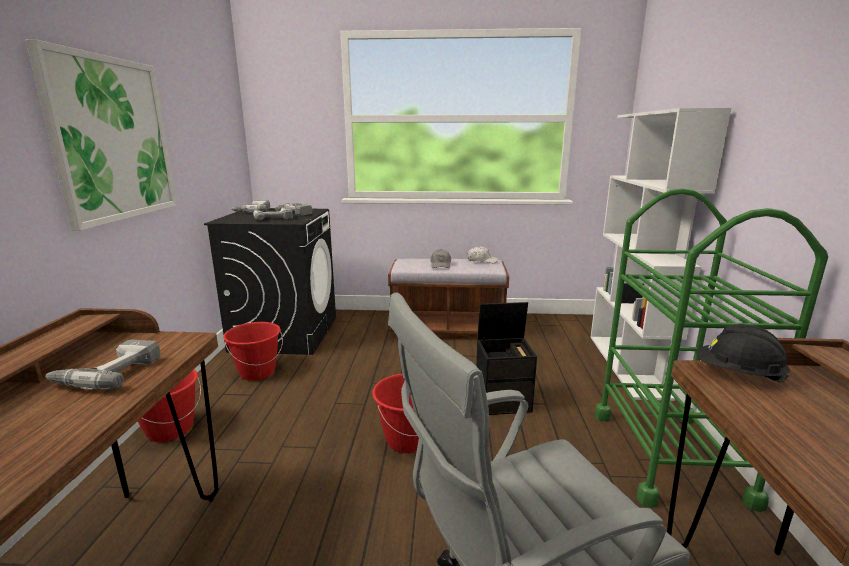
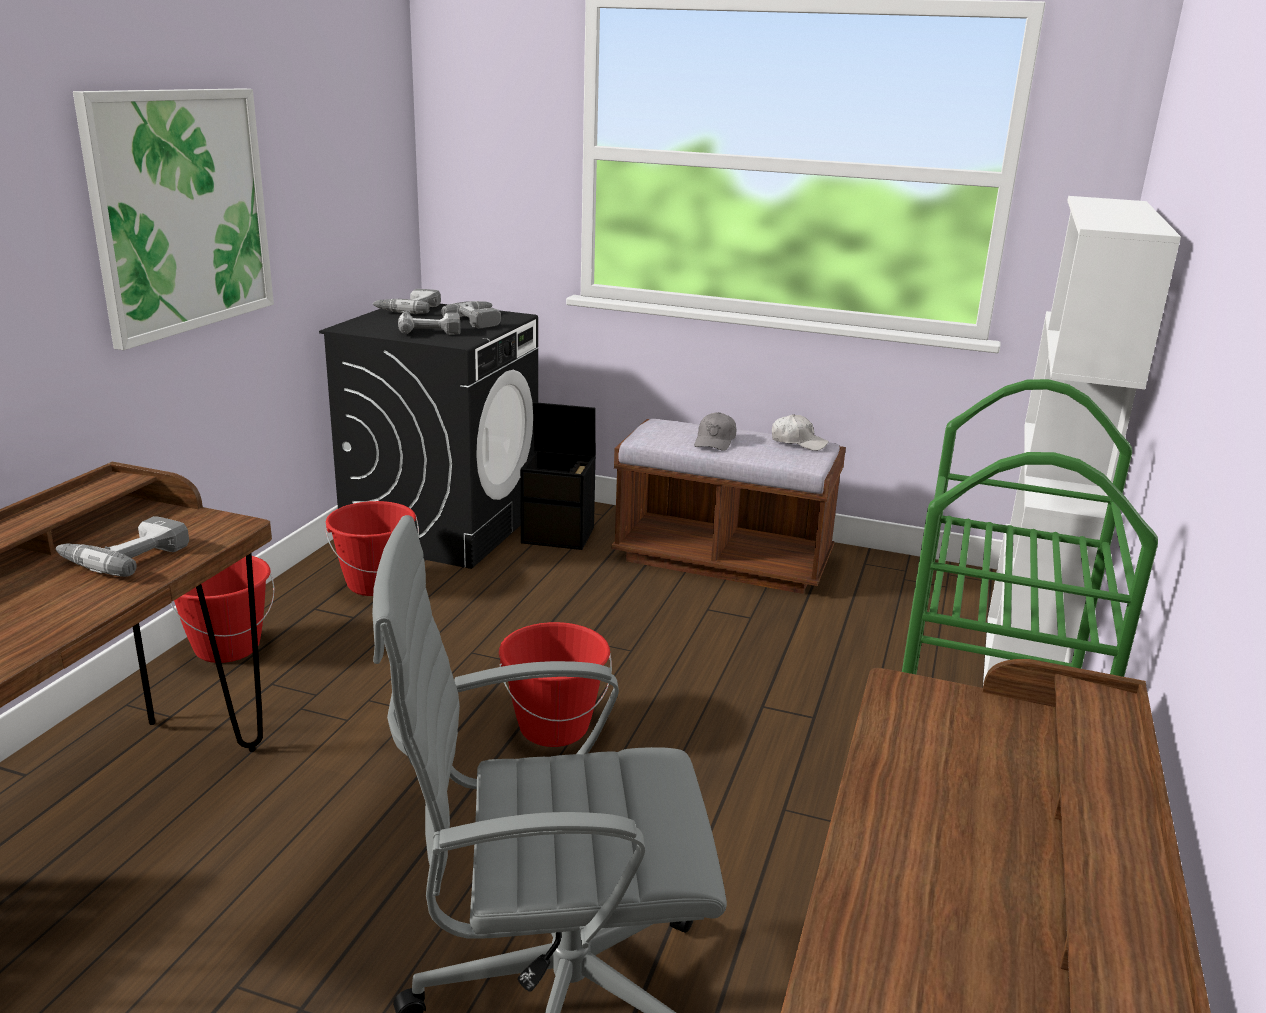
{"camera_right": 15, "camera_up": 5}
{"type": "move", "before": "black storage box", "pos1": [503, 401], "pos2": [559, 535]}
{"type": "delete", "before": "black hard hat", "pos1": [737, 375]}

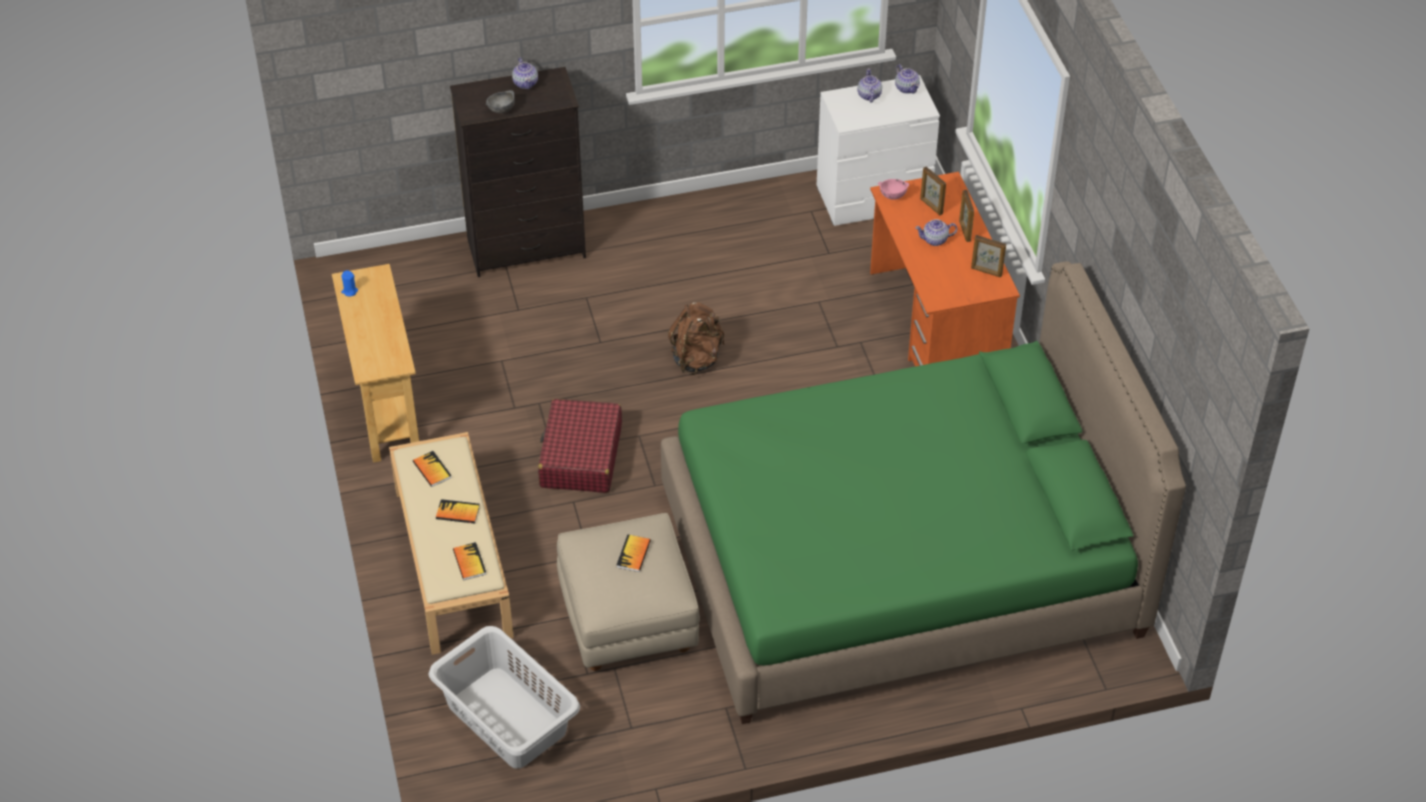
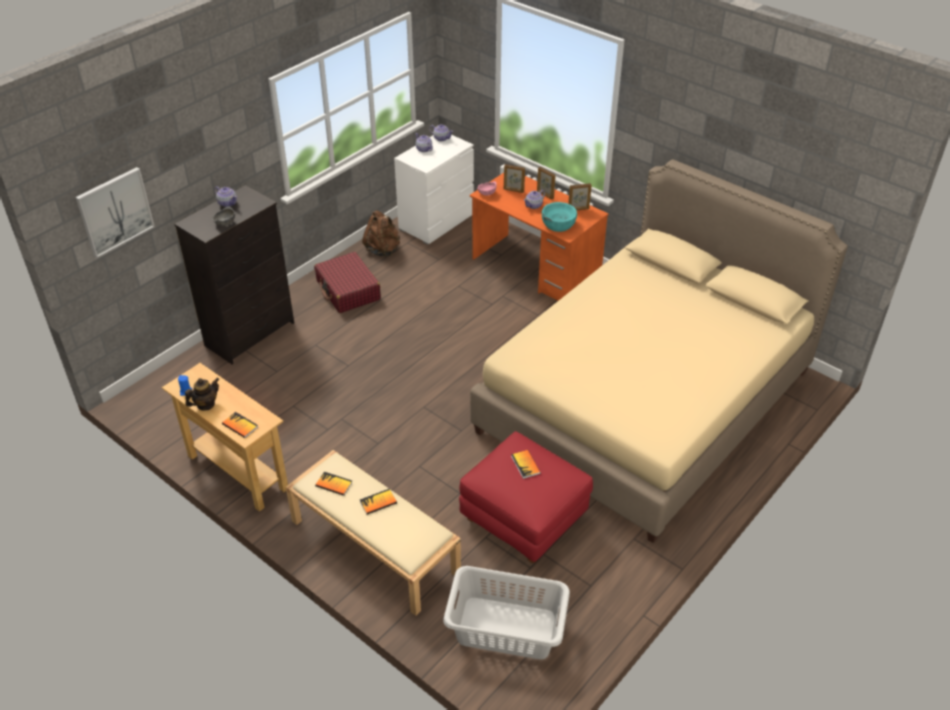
{"camera_right": -35, "camera_up": -5}
{"type": "move", "before": "book", "pos1": [469, 562], "pos2": [240, 426]}
{"type": "move", "before": "red suitcase", "pos1": [580, 457], "pos2": [348, 290]}
{"type": "recolor", "before": "beige ottoman", "after": "red ottoman", "pos1": [629, 621], "pos2": [524, 519]}
{"type": "recolor", "before": "green bed", "after": "beige bed", "pos1": [900, 564], "pos2": [645, 401]}
{"type": "move", "before": "brown backpack", "pos1": [697, 358], "pos2": [383, 249]}
{"type": "insert", "after": "picture", "pos2": [115, 211]}
{"type": "insert", "after": "teapot", "pos2": [205, 404]}
{"type": "insert", "after": "turquoise bowl", "pos2": [558, 224]}

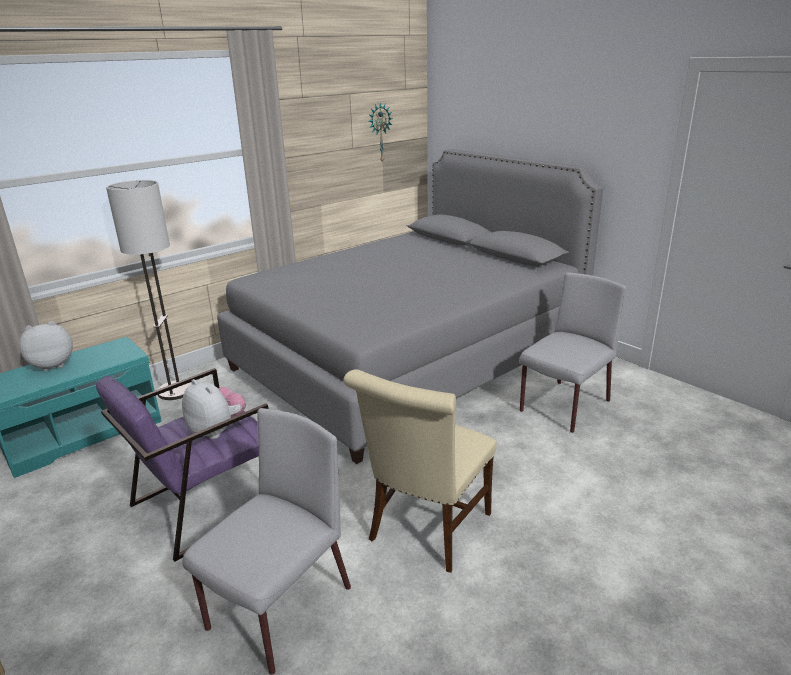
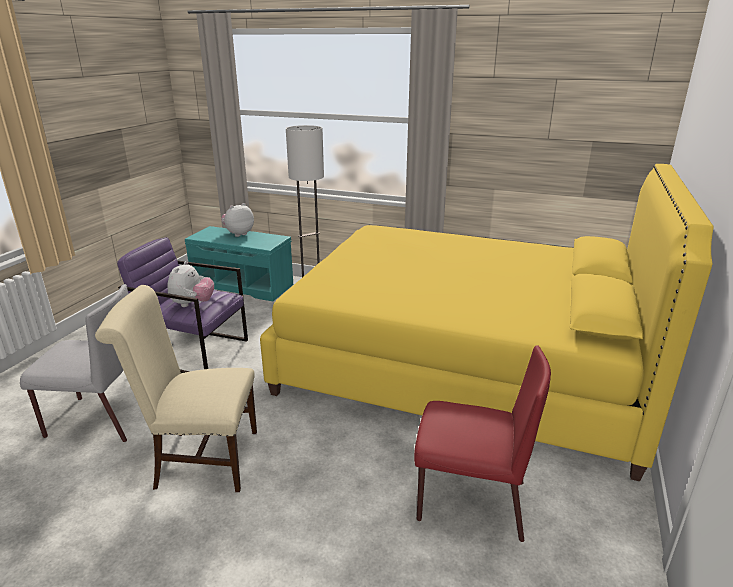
{"camera_right": 60, "camera_up": 0}
{"type": "rotate", "before": "plush toy", "pos1": [53, 365], "pos2": [238, 234], "turn": -75}
{"type": "recolor", "before": "grey bed", "after": "yellow bed", "pos1": [408, 358], "pos2": [462, 364]}
{"type": "delete", "before": "wall clock", "pos1": [379, 133]}
{"type": "recolor", "before": "grey chair", "after": "red chair", "pos1": [564, 407], "pos2": [469, 500]}

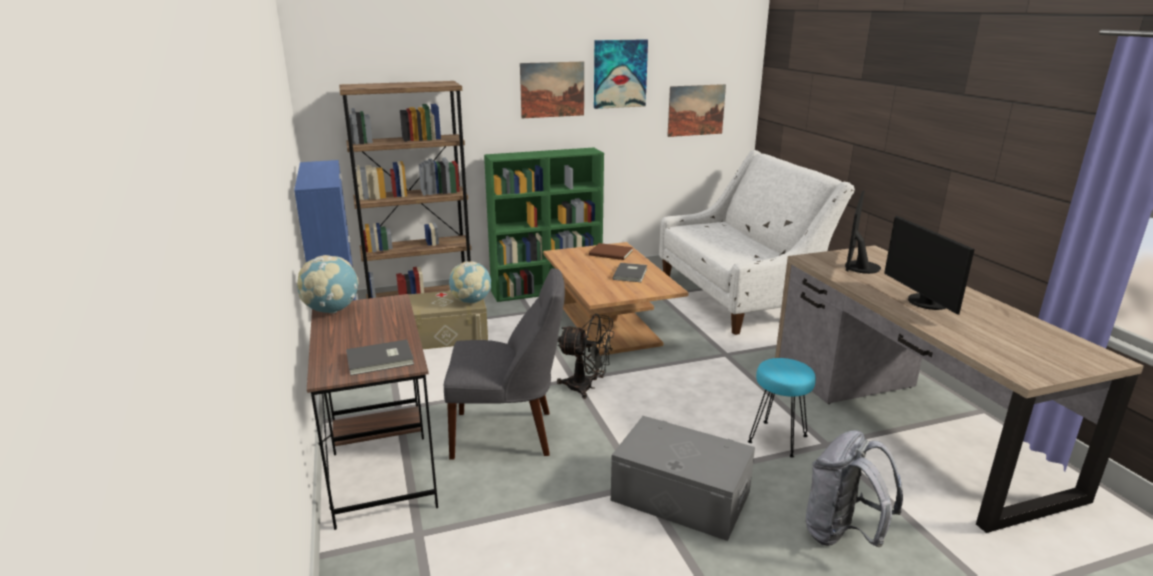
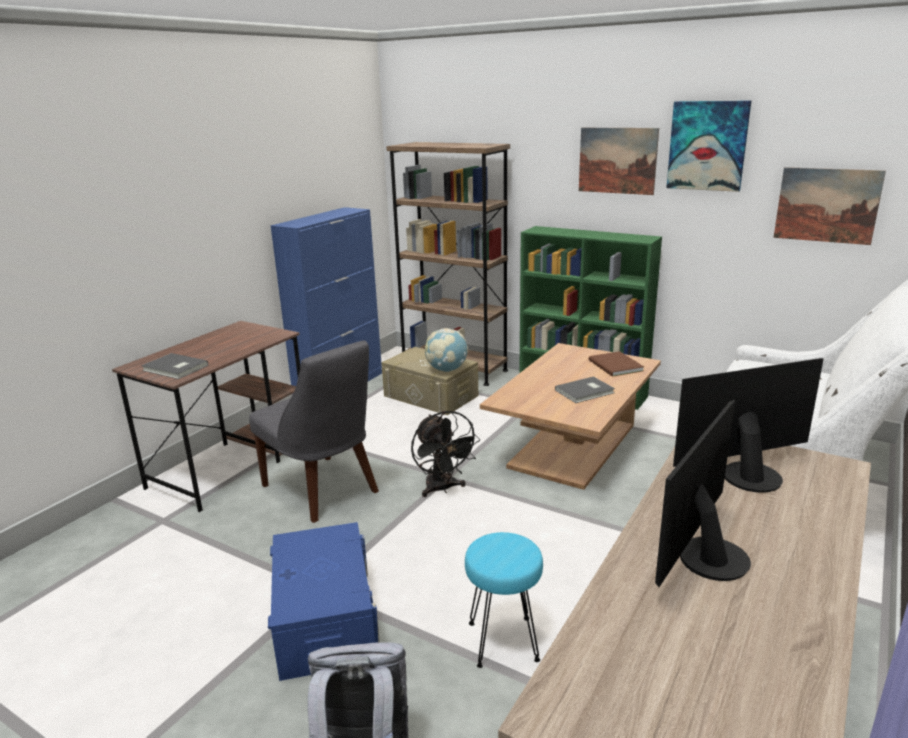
{"camera_right": 50, "camera_up": 0}
{"type": "delete", "before": "globe", "pos1": [331, 310]}
{"type": "recolor", "before": "grey storage box", "after": "blue storage box", "pos1": [680, 496], "pos2": [324, 619]}

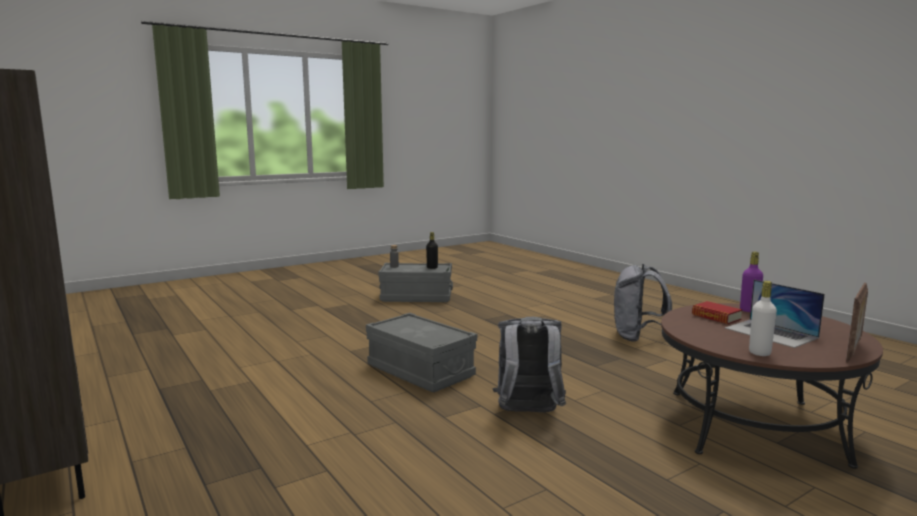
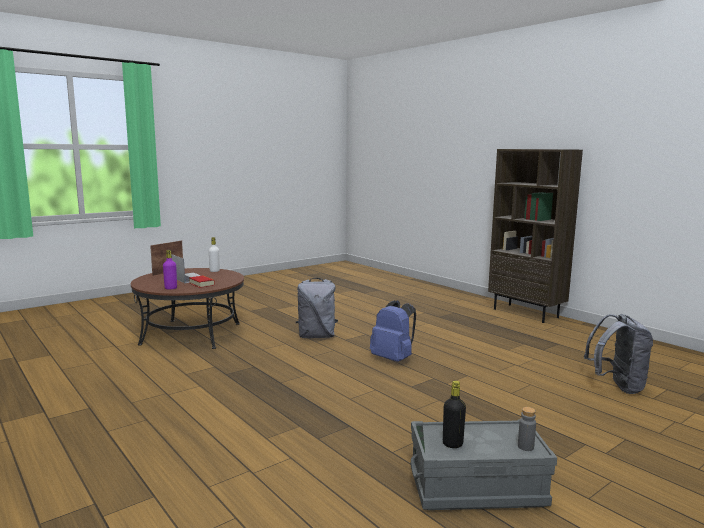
{"camera_right": 175, "camera_up": 0}
{"type": "replace", "before": "grey storage box", "after": "blue backpack", "pos1": [420, 371], "pos2": [393, 359]}
{"type": "move", "before": "grey backpack", "pos1": [637, 337], "pos2": [617, 386]}

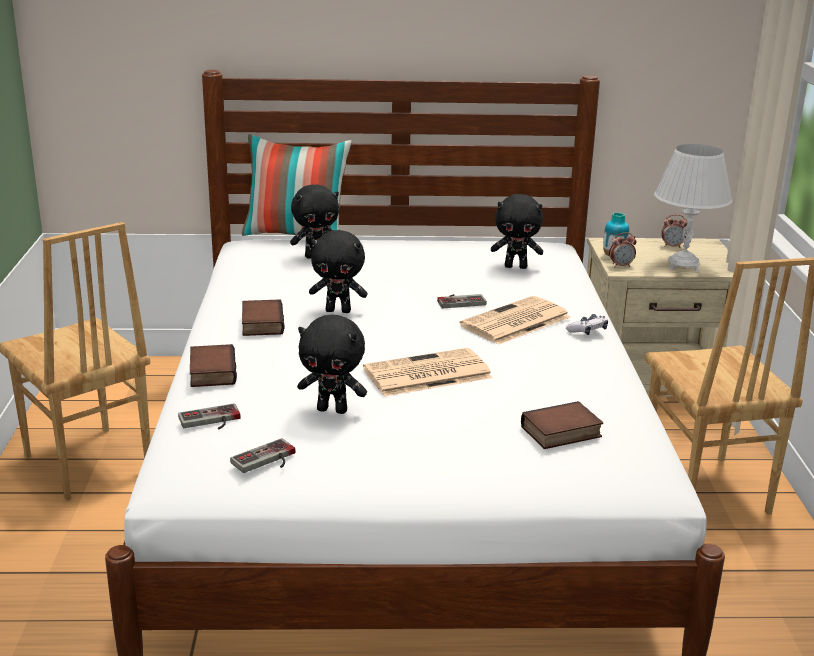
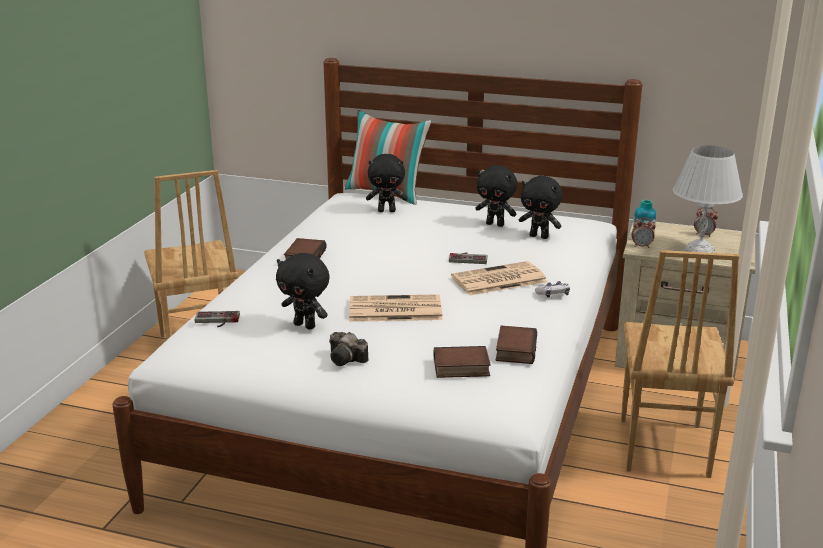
{"camera_right": 20, "camera_up": 0}
{"type": "move", "before": "book", "pos1": [211, 371], "pos2": [514, 349]}
{"type": "delete", "before": "game controller", "pos1": [267, 461]}
{"type": "move", "before": "black plush toy", "pos1": [338, 310], "pos2": [495, 224]}
{"type": "insert", "after": "photo camera", "pos2": [347, 359]}

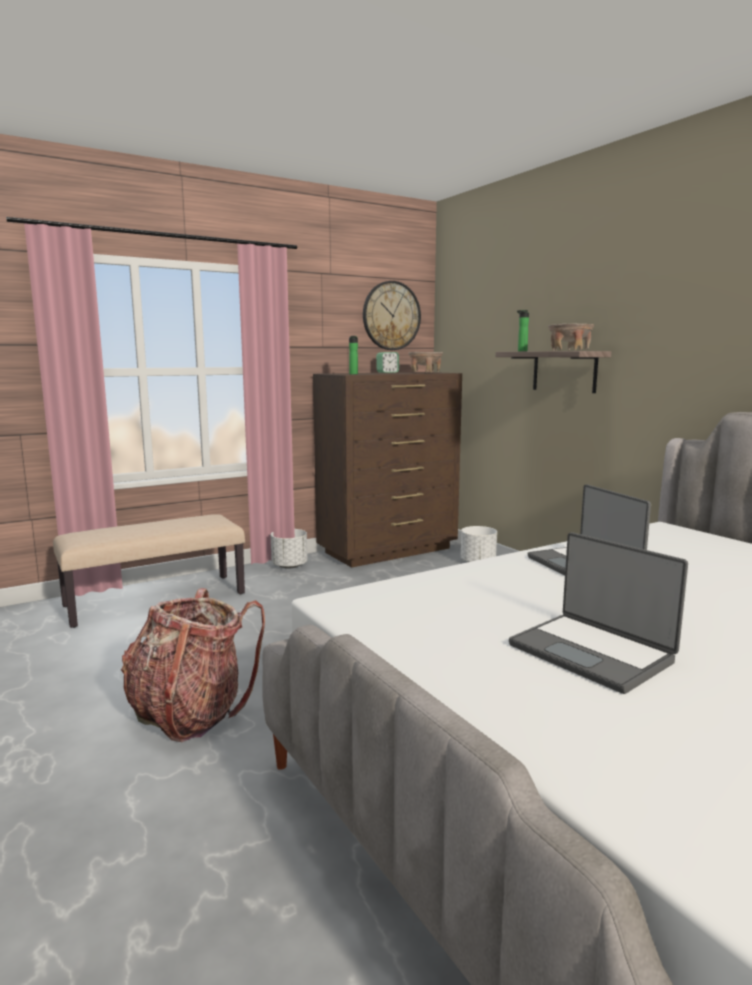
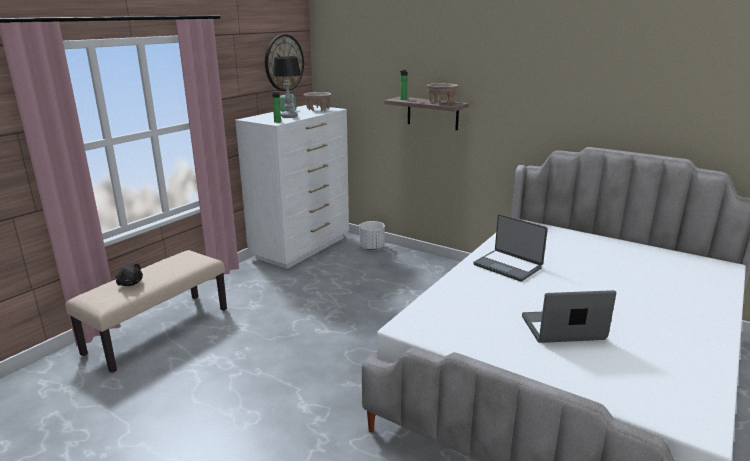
{"camera_right": -25, "camera_up": 10}
{"type": "delete", "before": "backpack", "pos1": [190, 713]}
{"type": "delete", "before": "white planter", "pos1": [289, 566]}
{"type": "recolor", "before": "brown dresser", "after": "white dresser", "pos1": [389, 550], "pos2": [302, 248]}
{"type": "rotate", "before": "laptop", "pos1": [592, 652], "pos2": [563, 329], "turn": 150}
{"type": "insert", "after": "black plush toy", "pos2": [129, 283]}
{"type": "insert", "after": "table lamp", "pos2": [289, 116]}

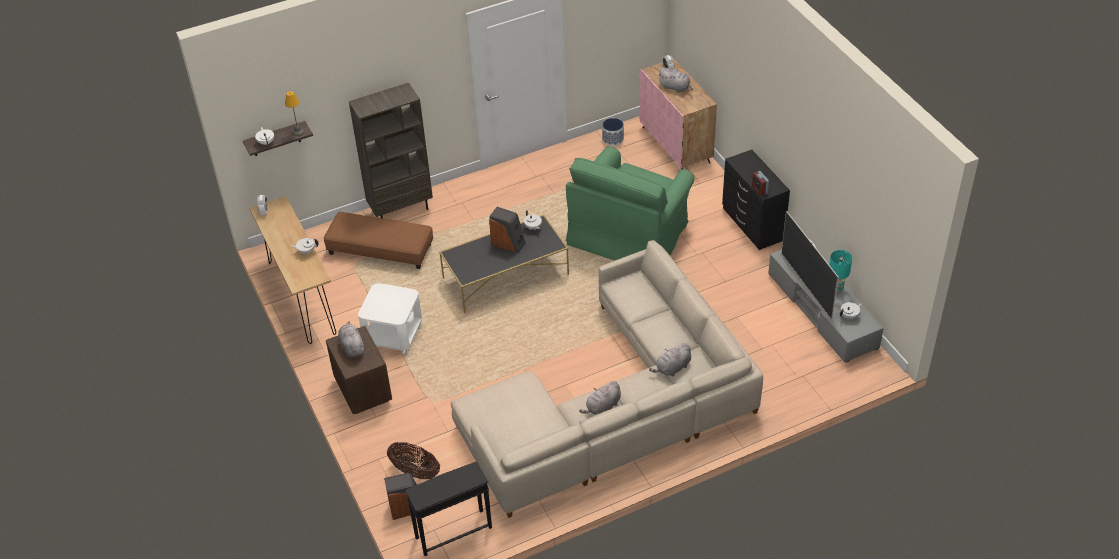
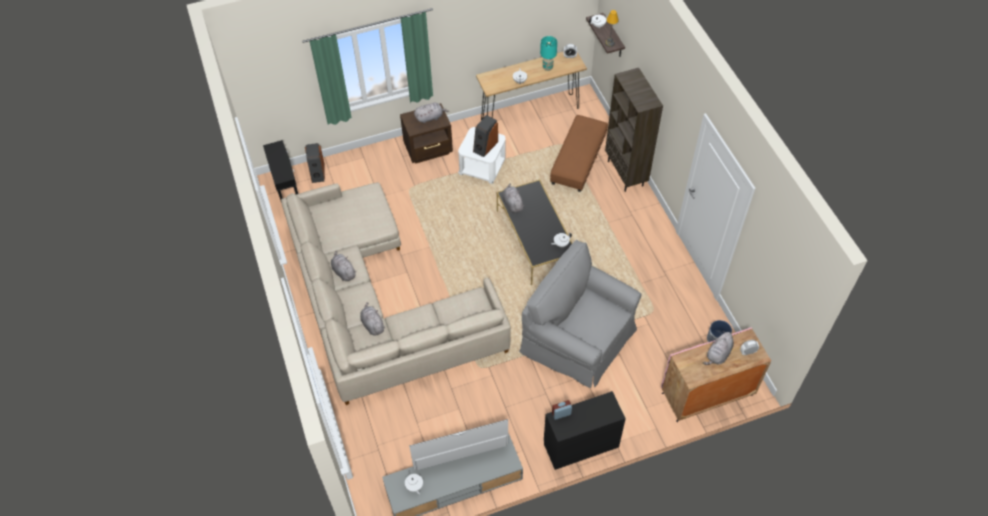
{"camera_right": 95, "camera_up": 10}
{"type": "delete", "before": "basket", "pos1": [415, 471]}
{"type": "move", "before": "speaker", "pos1": [508, 243], "pos2": [485, 146]}
{"type": "recolor", "before": "green armchair", "after": "grey armchair", "pos1": [630, 233], "pos2": [579, 338]}
{"type": "move", "before": "turquoise table lamp", "pos1": [836, 289], "pos2": [547, 68]}
{"type": "insert", "after": "grey plush toy", "pos2": [512, 204]}

